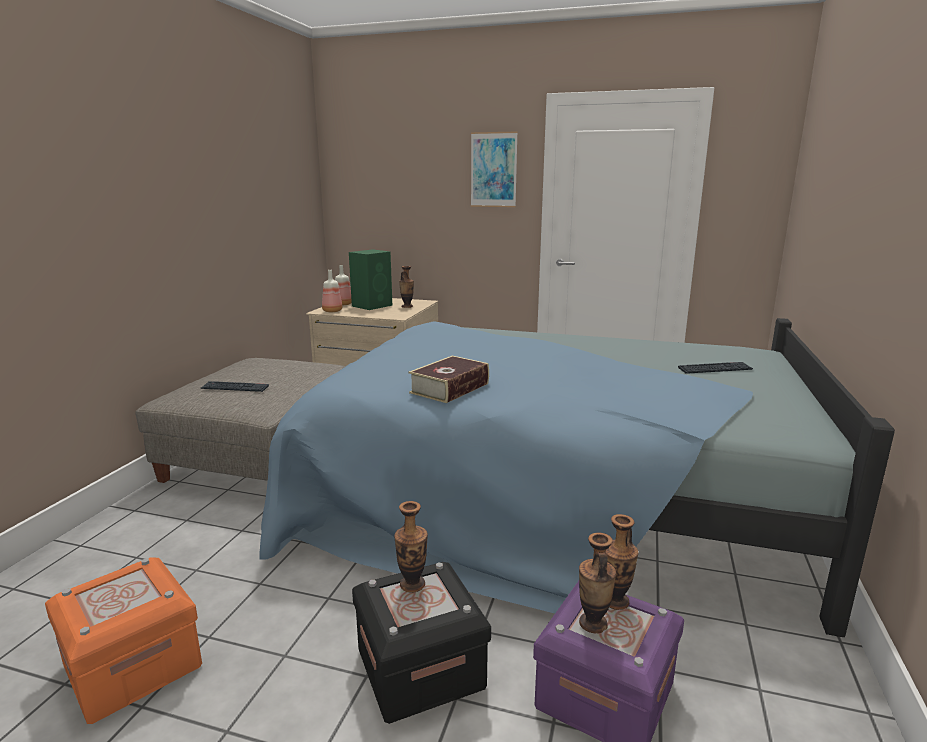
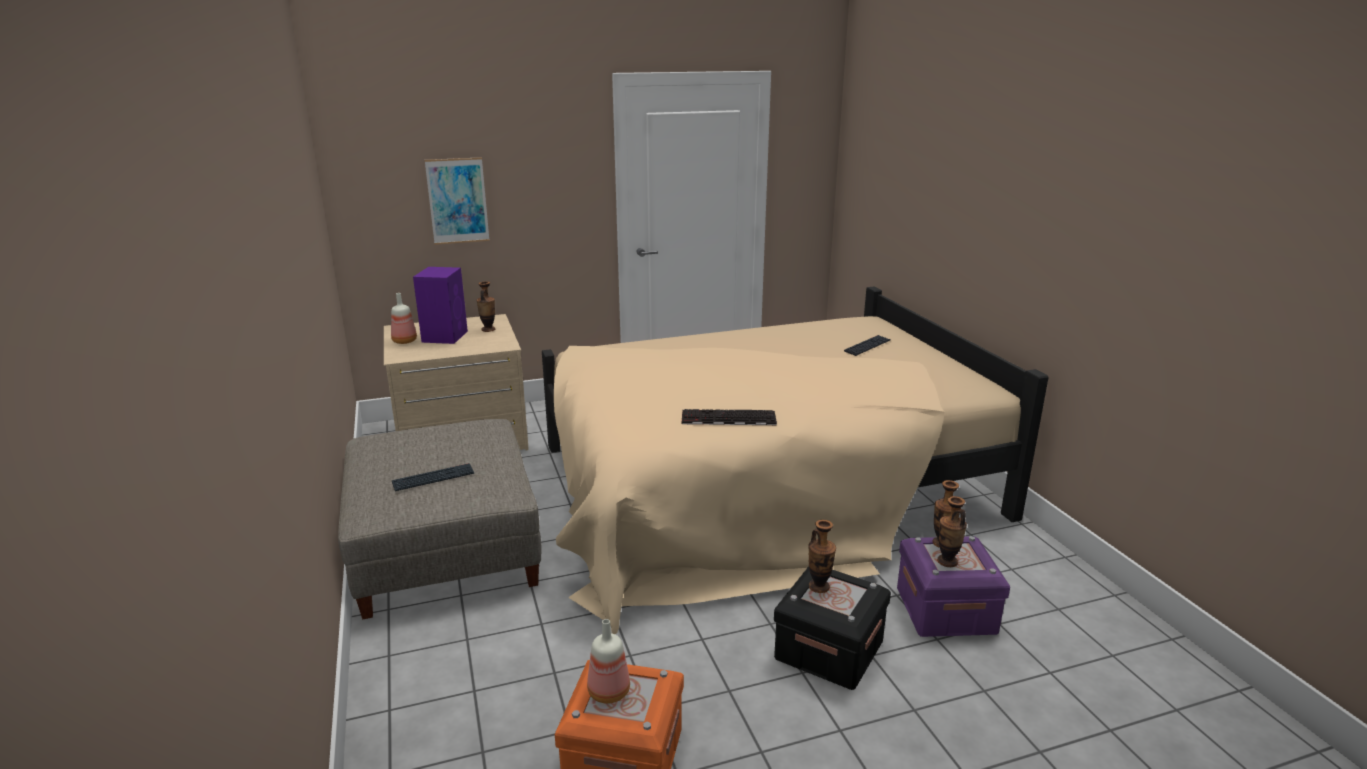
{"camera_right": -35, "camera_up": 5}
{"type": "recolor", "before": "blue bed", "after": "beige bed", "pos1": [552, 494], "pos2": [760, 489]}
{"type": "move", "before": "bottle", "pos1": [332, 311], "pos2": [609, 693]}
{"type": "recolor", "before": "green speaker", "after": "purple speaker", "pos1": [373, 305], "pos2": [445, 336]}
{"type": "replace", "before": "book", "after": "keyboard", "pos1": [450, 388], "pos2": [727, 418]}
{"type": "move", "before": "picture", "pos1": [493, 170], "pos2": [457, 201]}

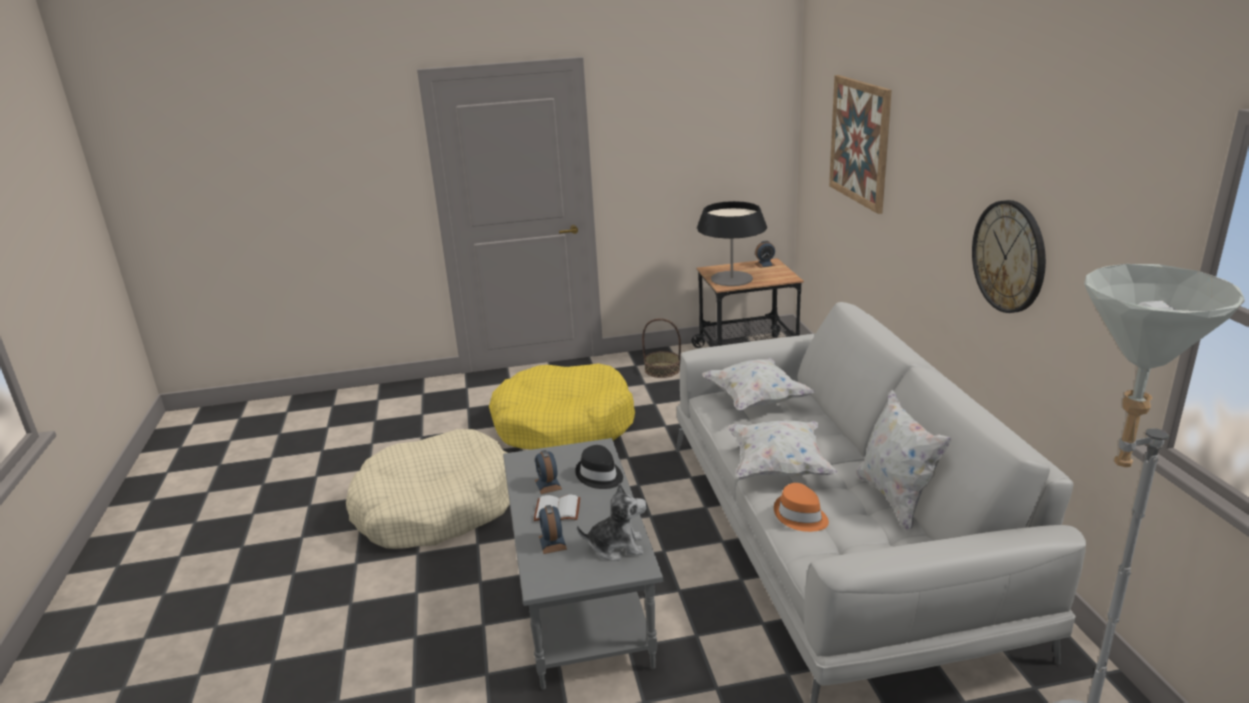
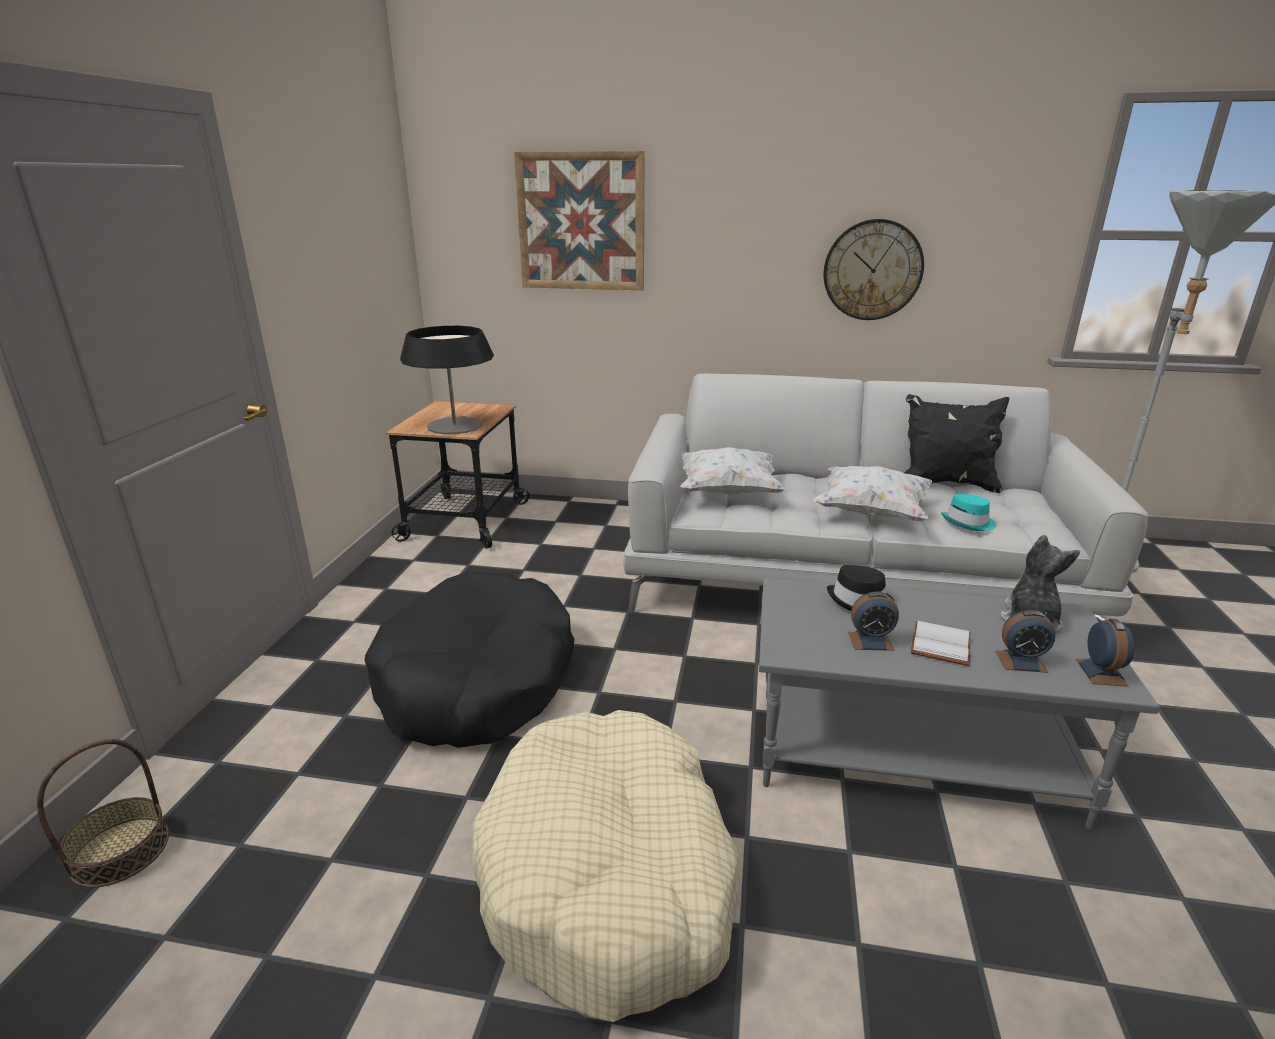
{"camera_right": -70, "camera_up": 0}
{"type": "recolor", "before": "yellow dog bed", "after": "black dog bed", "pos1": [563, 424], "pos2": [477, 680]}
{"type": "move", "before": "basket", "pos1": [662, 370], "pos2": [120, 851]}
{"type": "move", "before": "alarm clock", "pos1": [764, 264], "pos2": [1101, 672]}
{"type": "recolor", "before": "orange hat", "after": "turquoise hat", "pos1": [800, 516], "pos2": [969, 523]}
{"type": "recolor", "before": "white pillow", "after": "black pillow", "pos1": [895, 499], "pos2": [945, 484]}

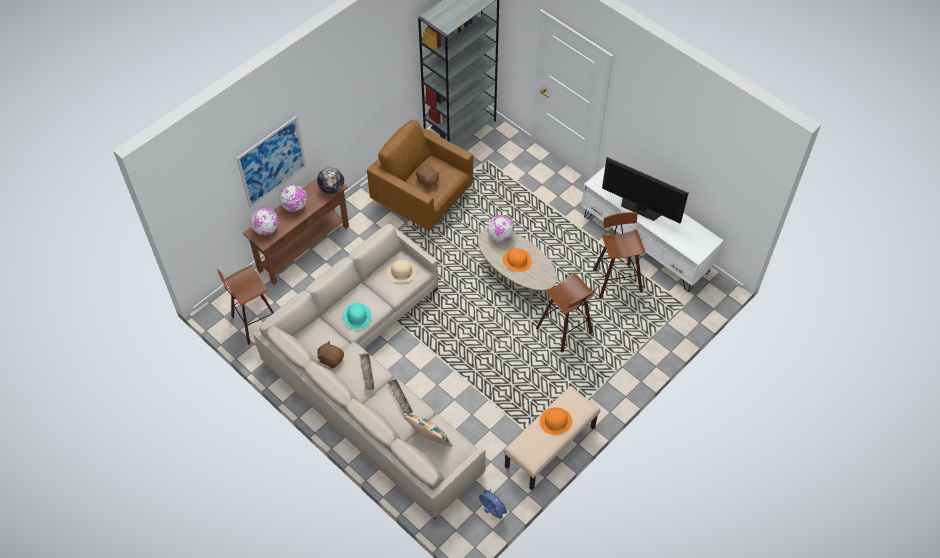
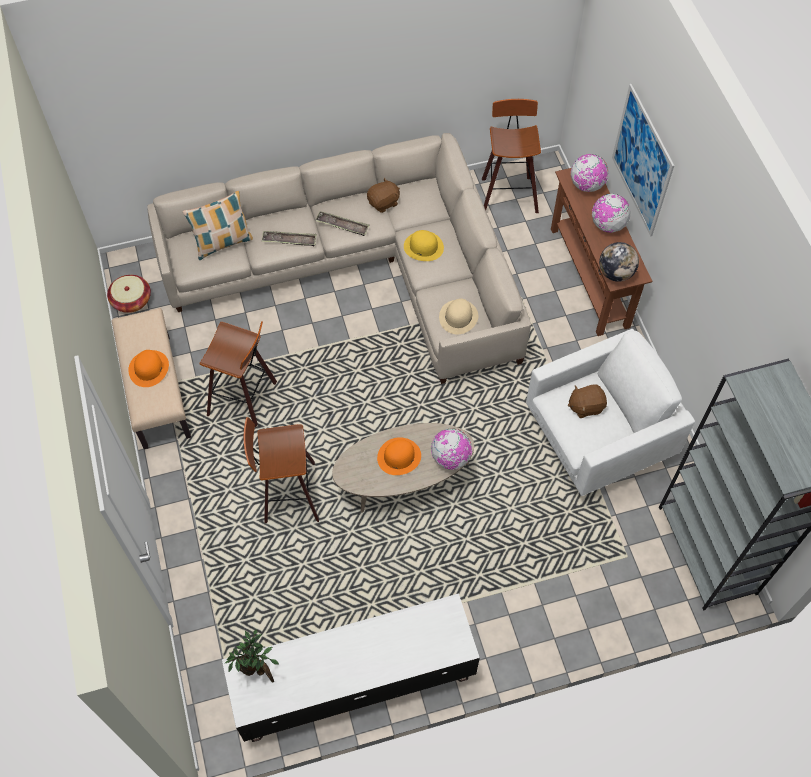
{"camera_right": 120, "camera_up": 5}
{"type": "recolor", "before": "turquoise hat", "after": "yellow hat", "pos1": [357, 316], "pos2": [423, 247]}
{"type": "recolor", "before": "brown armchair", "after": "white armchair", "pos1": [423, 199], "pos2": [597, 438]}
{"type": "replace", "before": "blue fan", "after": "basket", "pos1": [492, 511], "pos2": [131, 300]}
{"type": "move", "before": "stool", "pos1": [615, 279], "pos2": [245, 397]}
{"type": "delete", "before": "television", "pos1": [640, 208]}
{"type": "insert", "after": "potted plant", "pos2": [256, 671]}

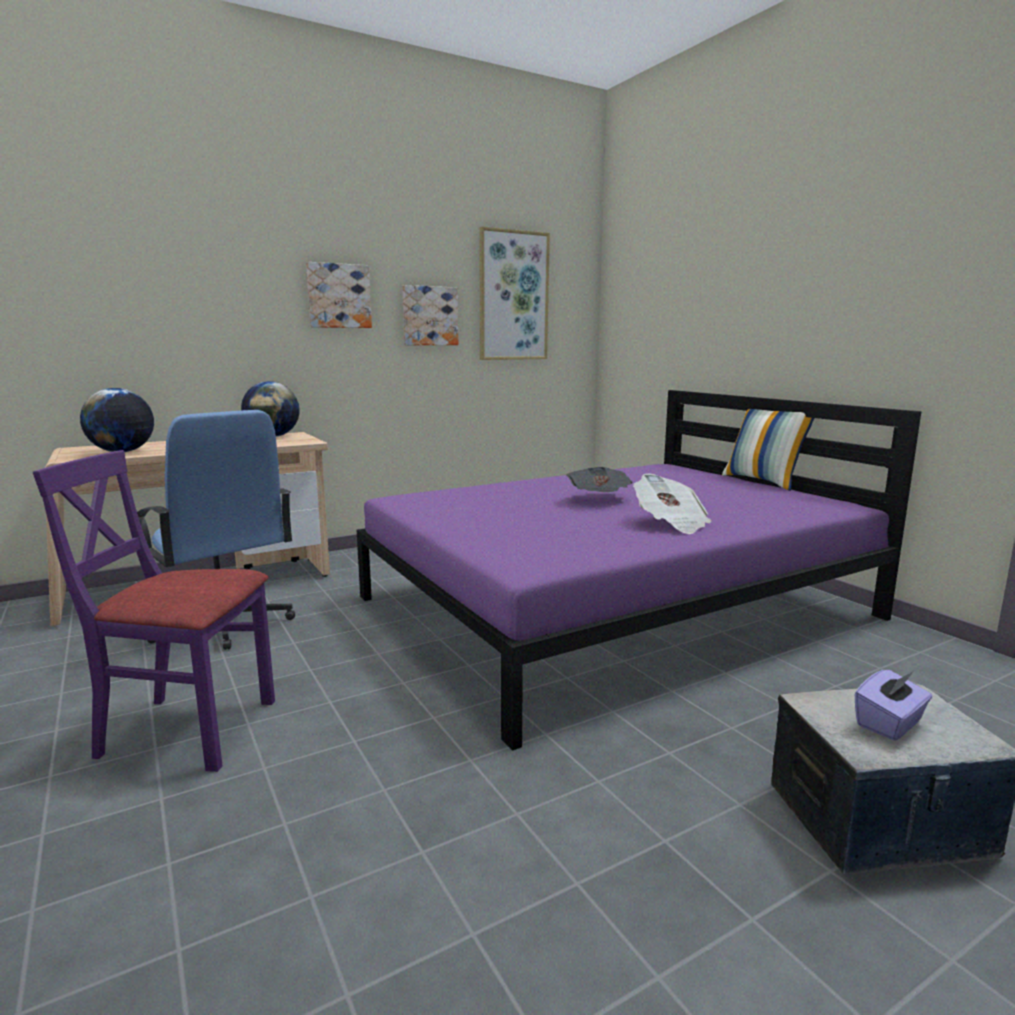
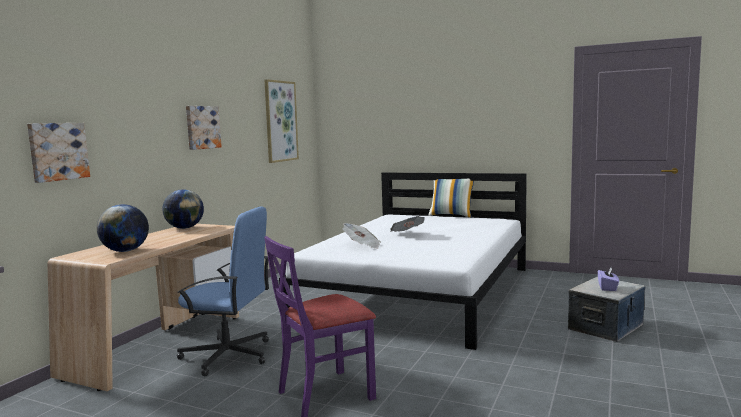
{"camera_right": -35, "camera_up": -5}
{"type": "recolor", "before": "purple bed", "after": "white bed", "pos1": [616, 607], "pos2": [419, 292]}
{"type": "move", "before": "picture", "pos1": [429, 316], "pos2": [57, 151]}
{"type": "move", "before": "newspaper", "pos1": [670, 523], "pos2": [362, 246]}

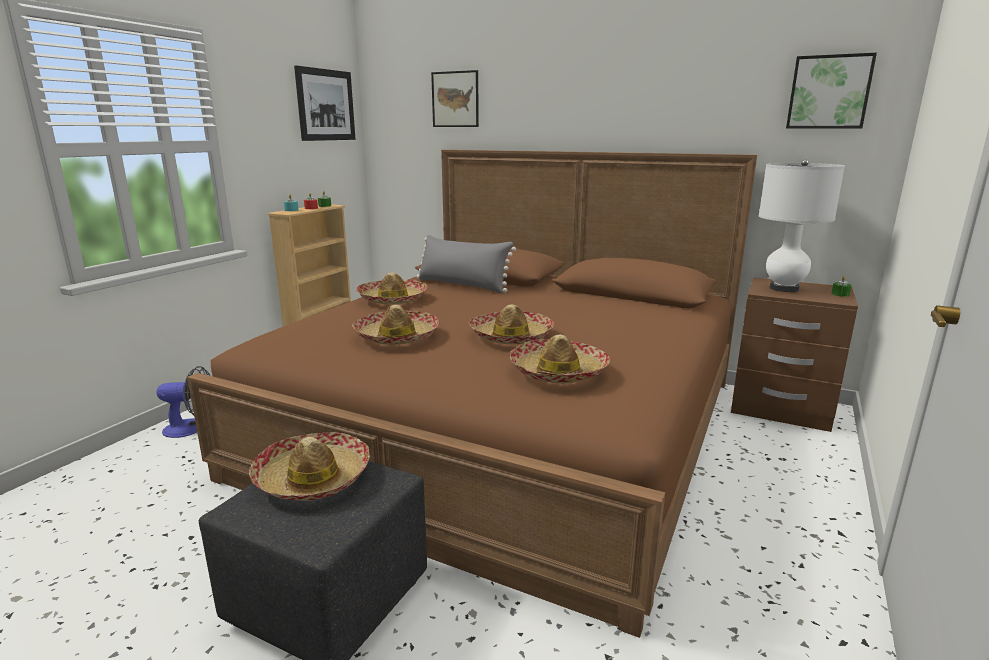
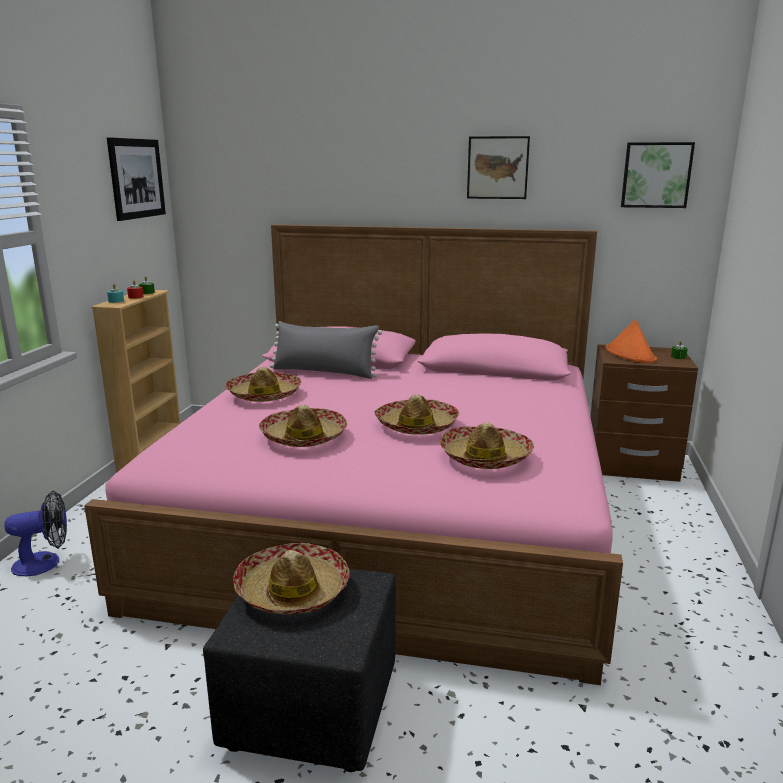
{"camera_right": -15, "camera_up": 0}
{"type": "recolor", "before": "brown bed", "after": "pink bed", "pos1": [507, 424], "pos2": [392, 512]}
{"type": "move", "before": "picture", "pos1": [455, 99], "pos2": [497, 167]}
{"type": "replace", "before": "white table lamp", "after": "orange hat", "pos1": [784, 288], "pos2": [630, 354]}

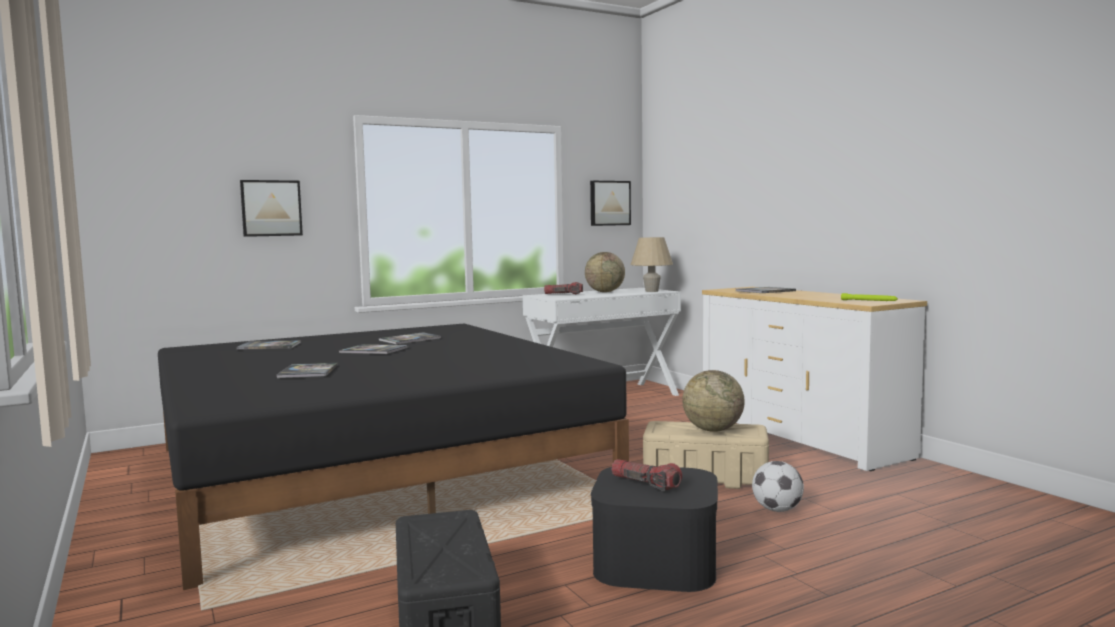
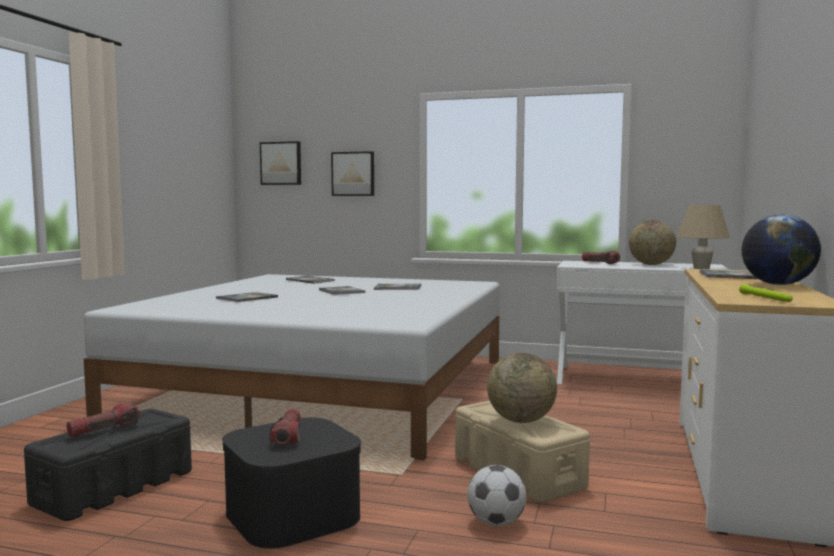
{"camera_right": 45, "camera_up": 0}
{"type": "recolor", "before": "black bed", "after": "white bed", "pos1": [373, 469], "pos2": [325, 388]}
{"type": "move", "before": "picture", "pos1": [609, 203], "pos2": [281, 163]}
{"type": "insert", "after": "flashlight", "pos2": [104, 429]}
{"type": "insert", "after": "globe", "pos2": [777, 284]}

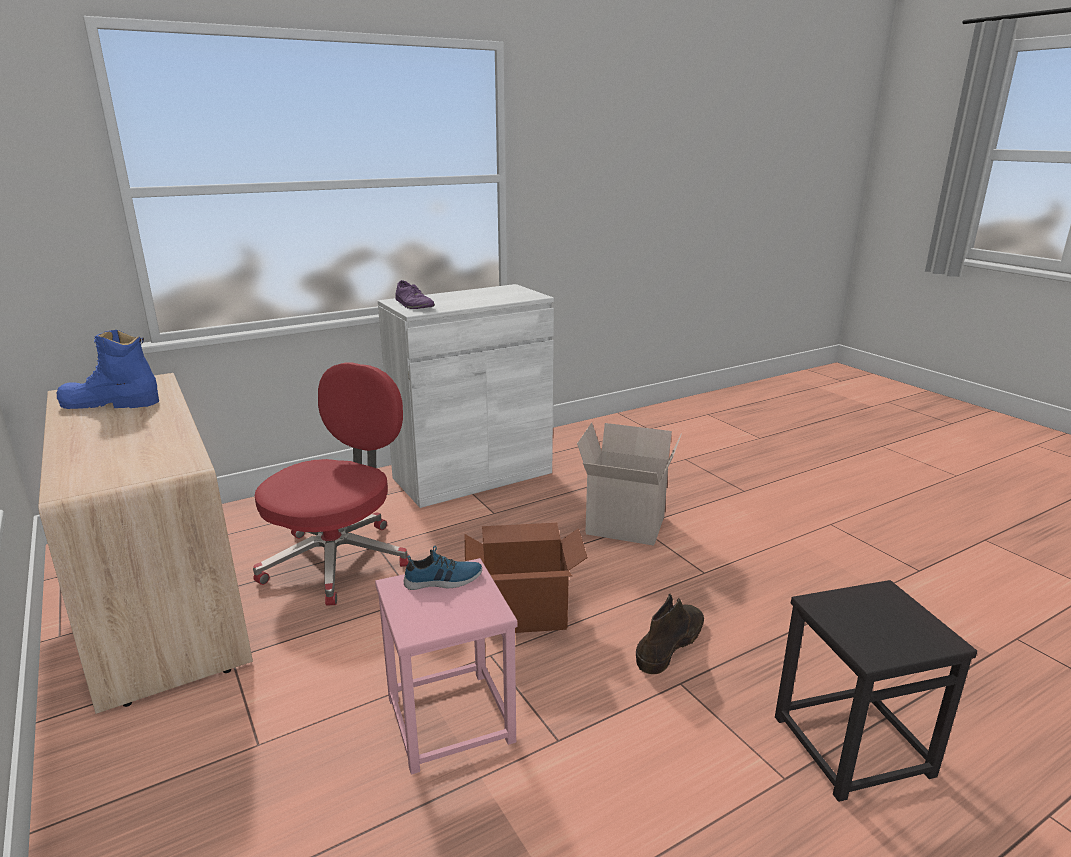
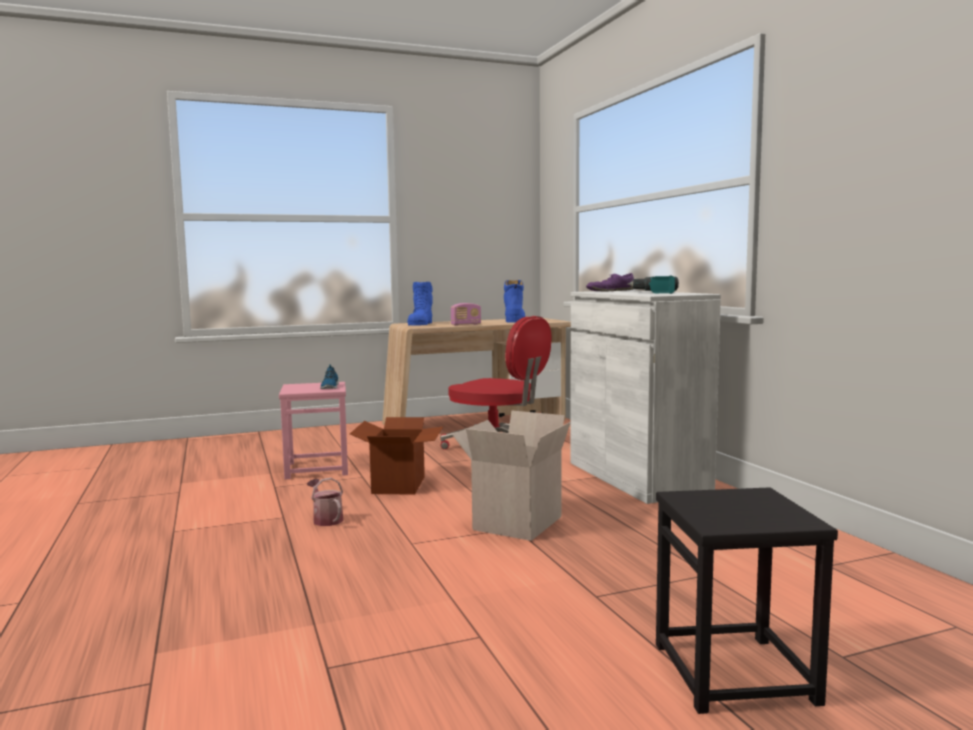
{"camera_right": 100, "camera_up": -15}
{"type": "replace", "before": "brown boot", "after": "watering can", "pos1": [670, 643], "pos2": [326, 519]}
{"type": "move", "before": "black stool", "pos1": [851, 744], "pos2": [735, 673]}
{"type": "insert", "after": "blue boot", "pos2": [420, 324]}
{"type": "insert", "after": "radio", "pos2": [466, 324]}
{"type": "insert", "after": "power drill", "pos2": [655, 293]}

